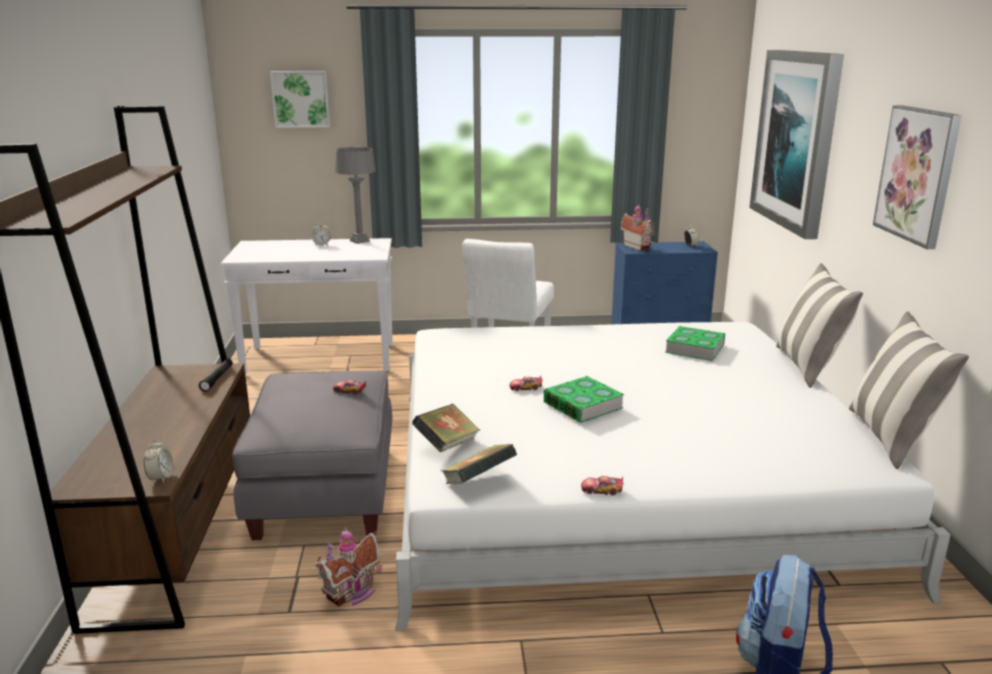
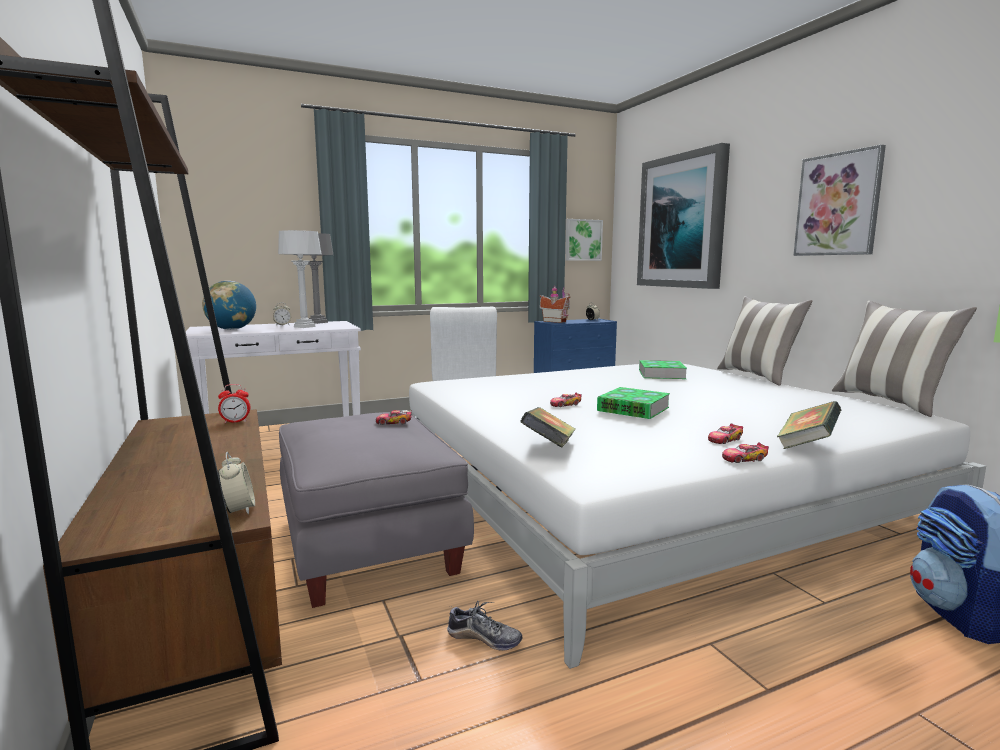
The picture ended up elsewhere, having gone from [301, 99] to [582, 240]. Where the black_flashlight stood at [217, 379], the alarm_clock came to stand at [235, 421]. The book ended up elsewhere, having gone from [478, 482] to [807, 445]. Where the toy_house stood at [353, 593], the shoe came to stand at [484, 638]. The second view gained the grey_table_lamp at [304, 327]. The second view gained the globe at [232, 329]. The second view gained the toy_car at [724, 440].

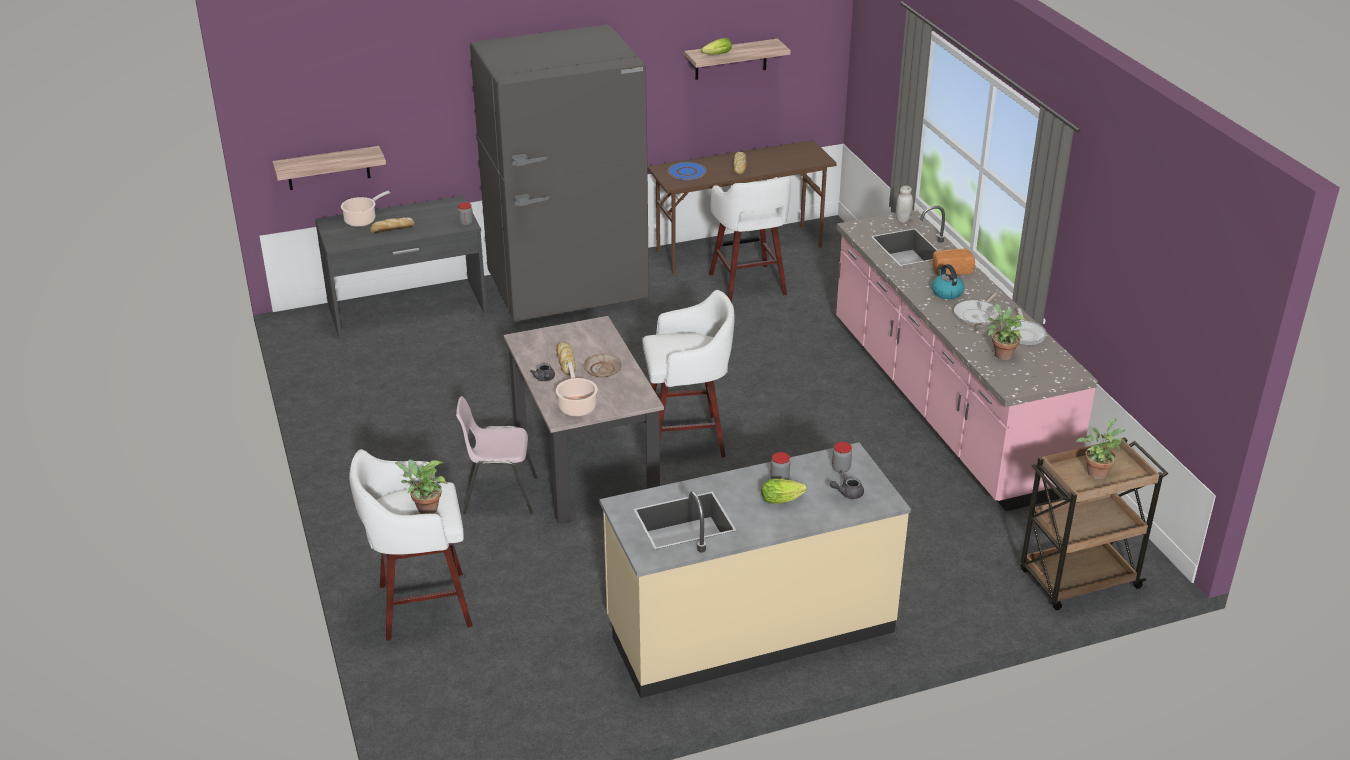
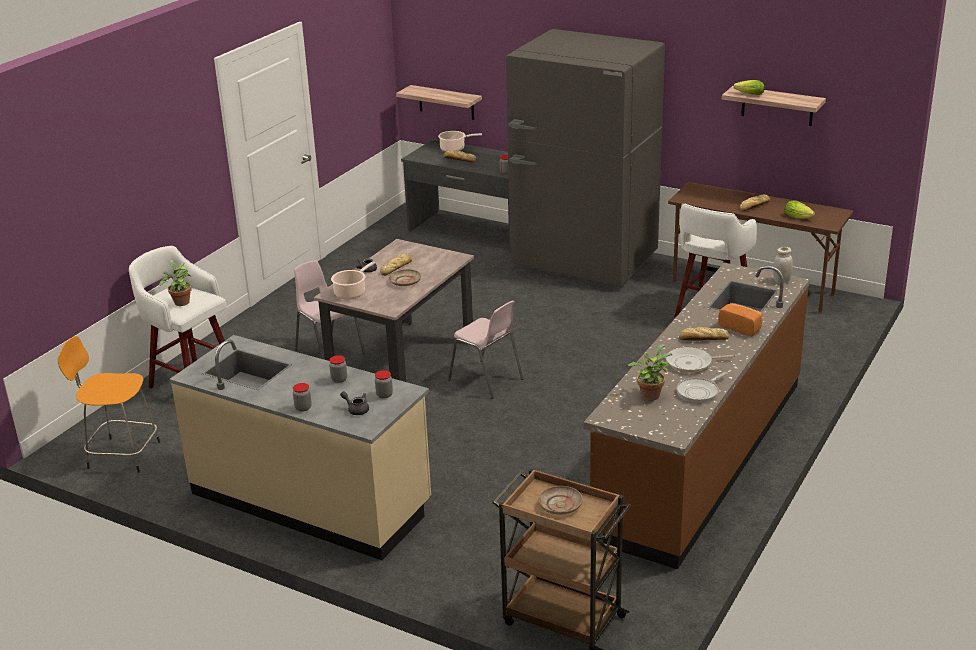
The second view lost the blue_plate at [687, 172]. What was the pink_counter at [943, 405] turned into the brown_counter at [700, 456]. Where the kettle stood at [946, 292], the bread came to stand at [702, 339]. Where the white_stool stood at [687, 438], the pink_chair came to stand at [486, 380]. Where the potted_plant stood at [1097, 472], the beige_plate came to stand at [560, 505]. The lettuce ended up elsewhere, having gone from [784, 499] to [799, 217]. The second view gained the orange_stool at [121, 454]. The second view gained the jar at [303, 408].

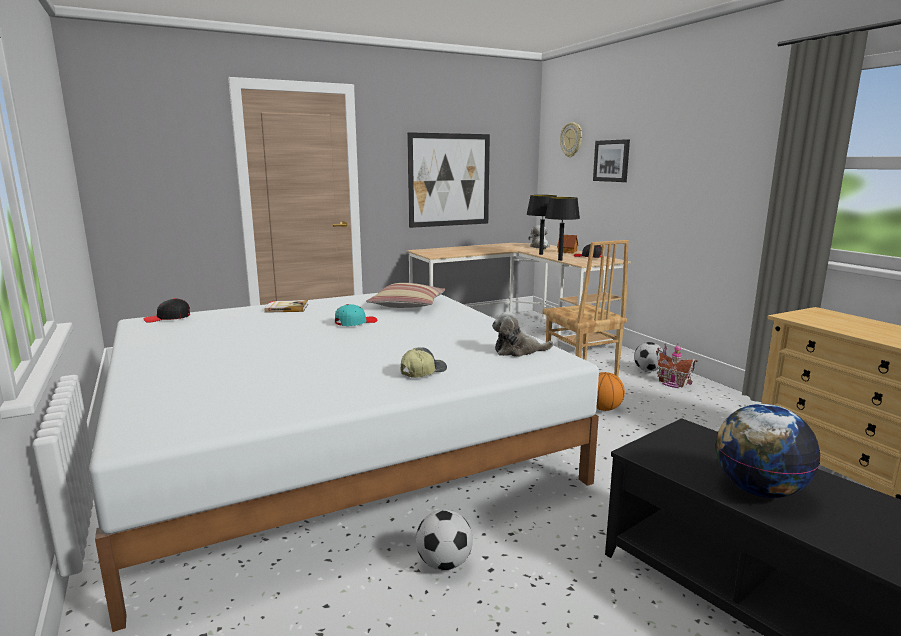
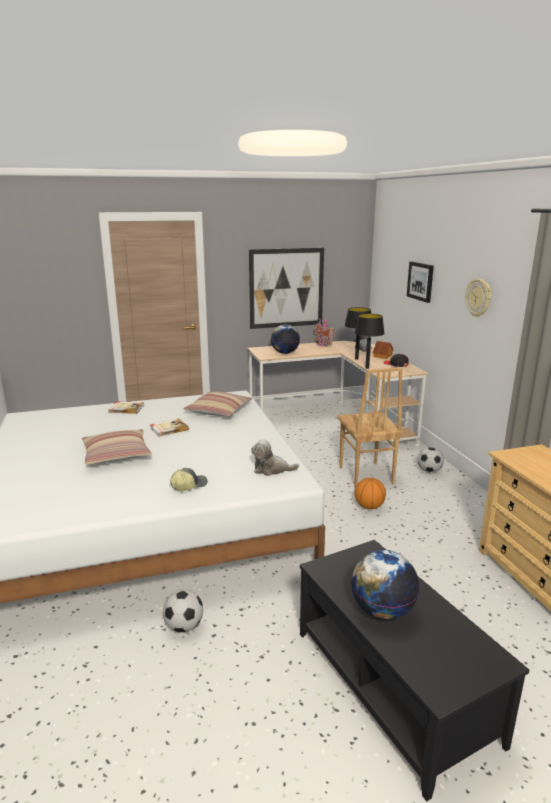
The wall_clock ended up elsewhere, having gone from [571, 139] to [479, 297]. The second view lost the black_cap at [168, 318]. Where the turquoise_cap stood at [355, 322], the book came to stand at [168, 429]. The toy_house ended up elsewhere, having gone from [672, 384] to [323, 344]. The second view gained the globe at [285, 353]. The second view gained the pillow at [116, 454].

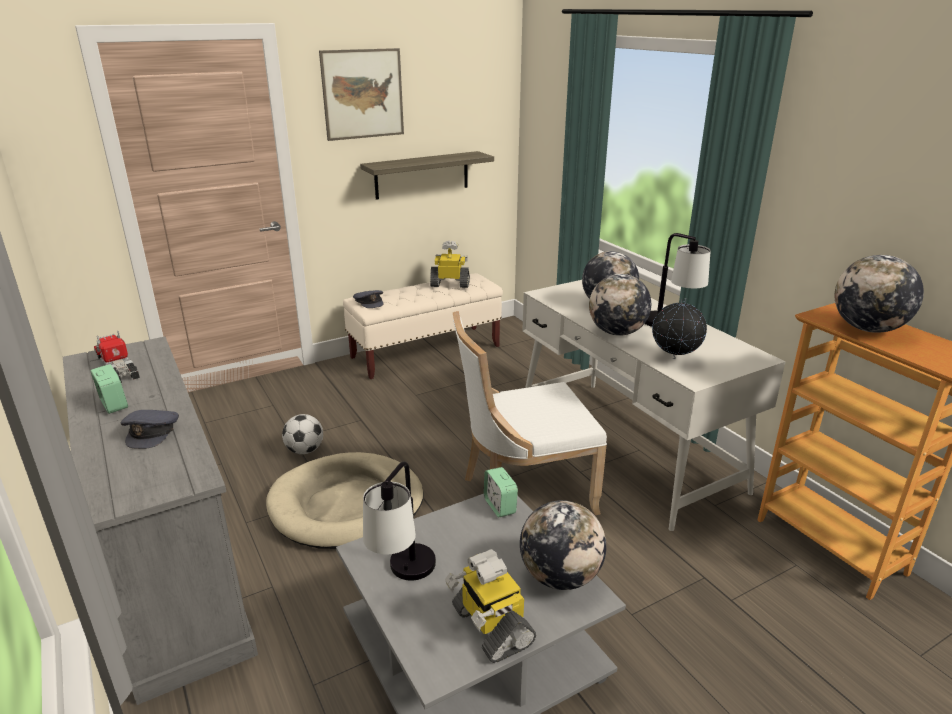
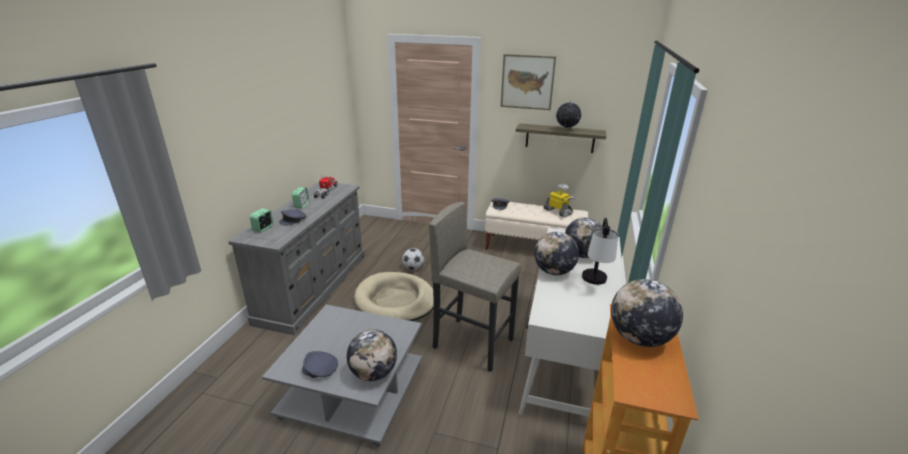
The globe ended up elsewhere, having gone from [675, 359] to [566, 130]. Where the white_chair stood at [522, 493], the grey_stool came to stand at [473, 343]. The second view lost the table_lamp at [404, 580]. The alarm_clock ended up elsewhere, having gone from [500, 506] to [263, 228]. Where the toy_robot stood at [490, 626], the grey_cap came to stand at [320, 370].

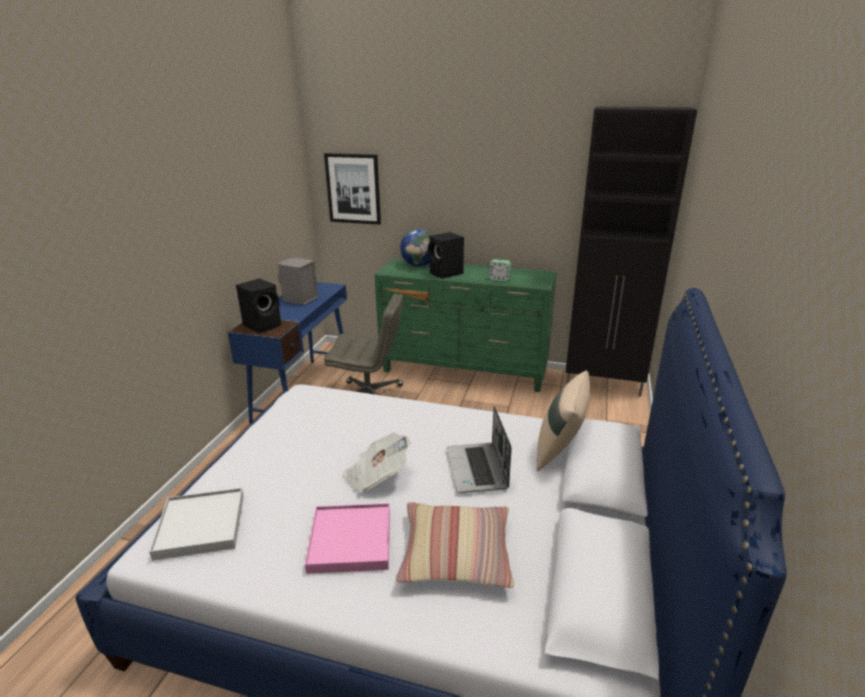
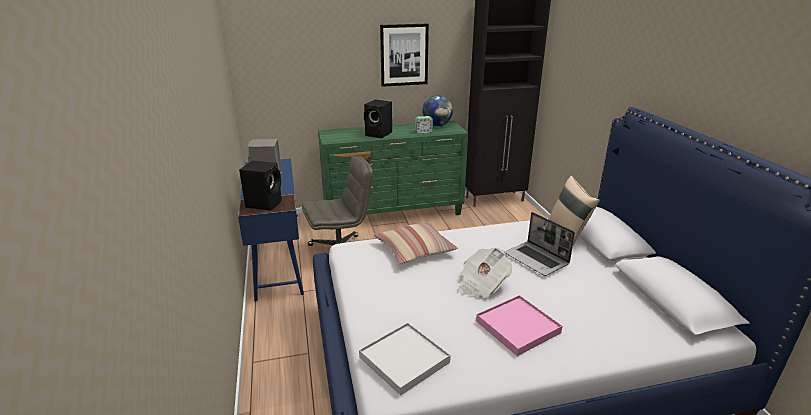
The picture ended up elsewhere, having gone from [353, 189] to [404, 55]. The globe ended up elsewhere, having gone from [419, 265] to [437, 125]. The pillow ended up elsewhere, having gone from [456, 554] to [415, 249].

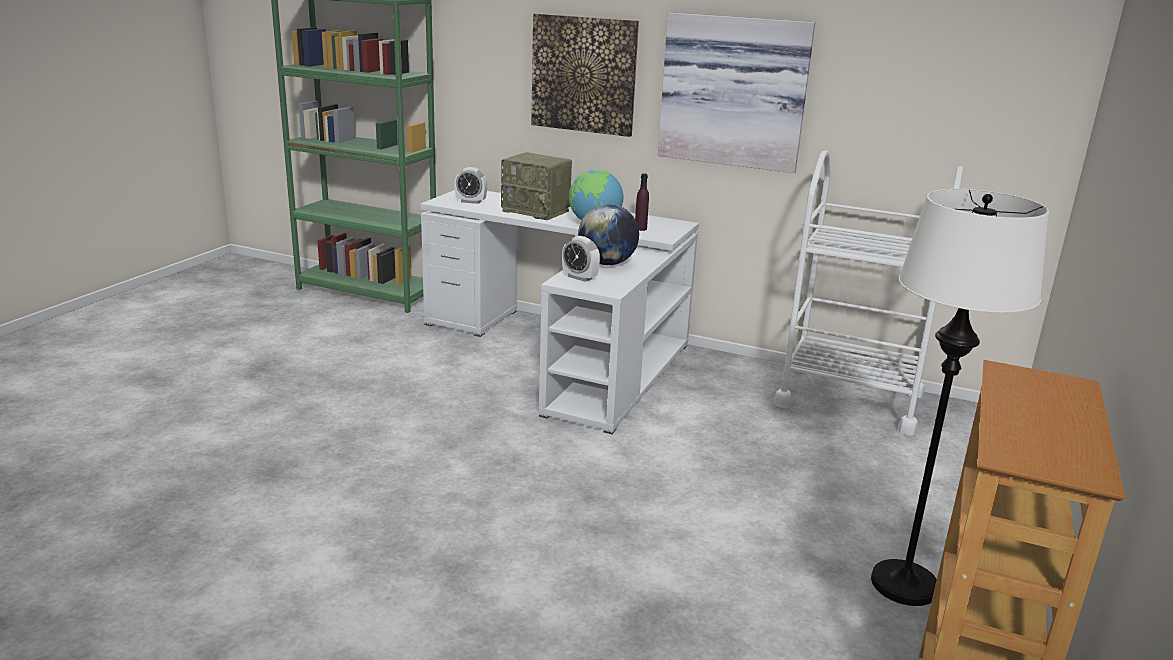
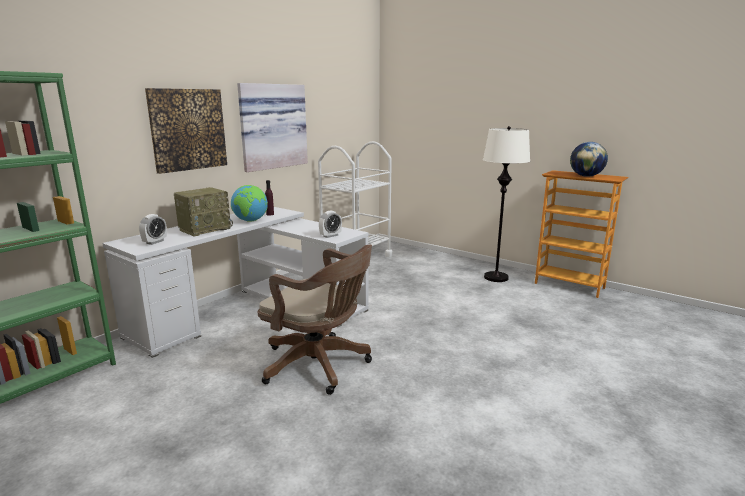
The globe ended up elsewhere, having gone from [607, 263] to [586, 176]. The second view gained the brown_office_chair at [320, 365].

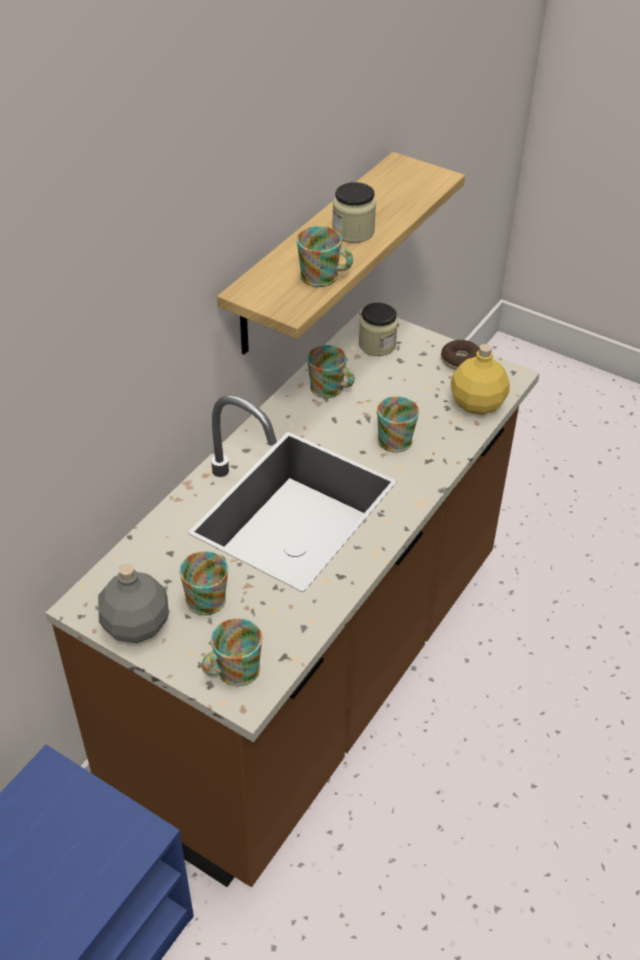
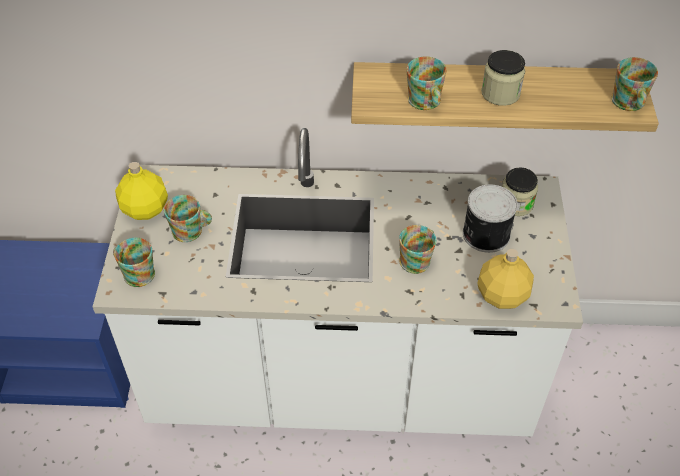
What was the brown_counter at [317, 679] turned into the white_counter at [340, 384]. The second view lost the donut at [460, 361]. The mug ended up elsewhere, having gone from [330, 389] to [628, 104]. What was the grey_bottle at [136, 626] turned into the yellow_bottle at [144, 209]. The second view gained the can at [484, 234].

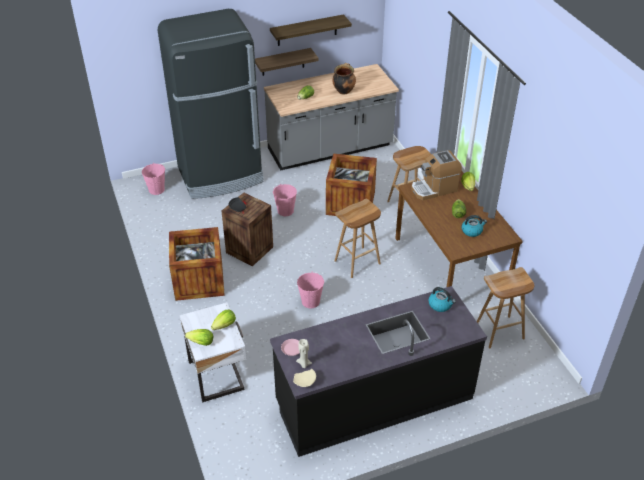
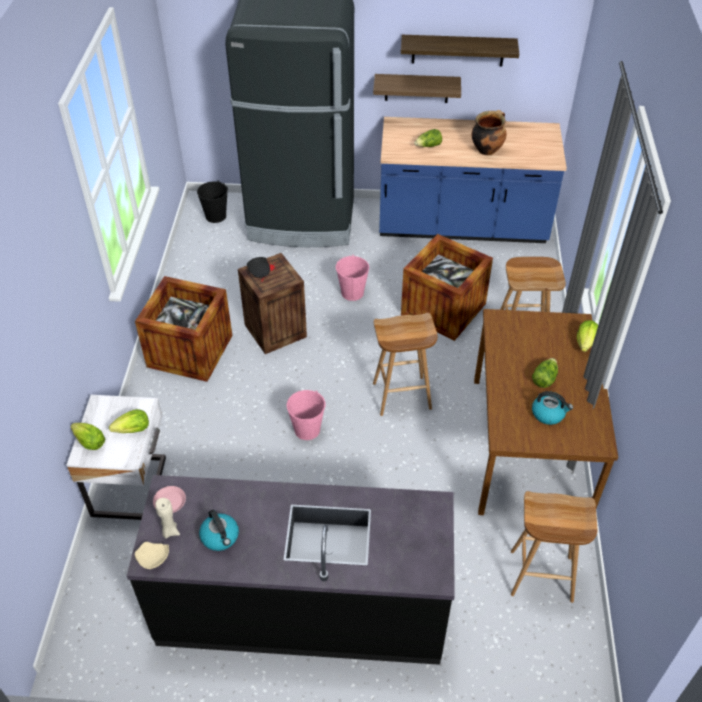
What was the grey_counter at [330, 149] turned into the blue_counter at [462, 226]. The second view lost the coffee_machine at [434, 189]. What was the pink_bucket at [156, 190] turned into the black_bucket at [215, 216]. The kettle ended up elsewhere, having gone from [440, 305] to [220, 537].

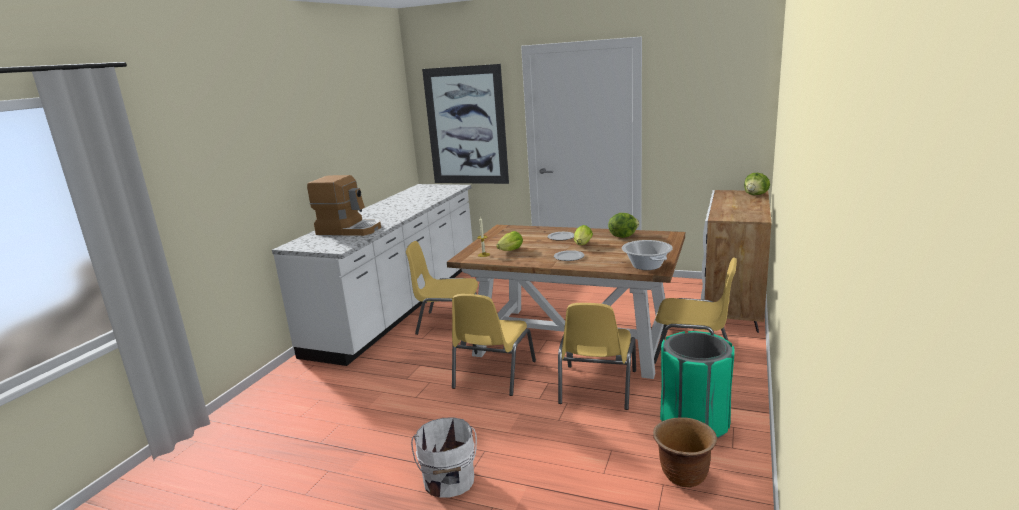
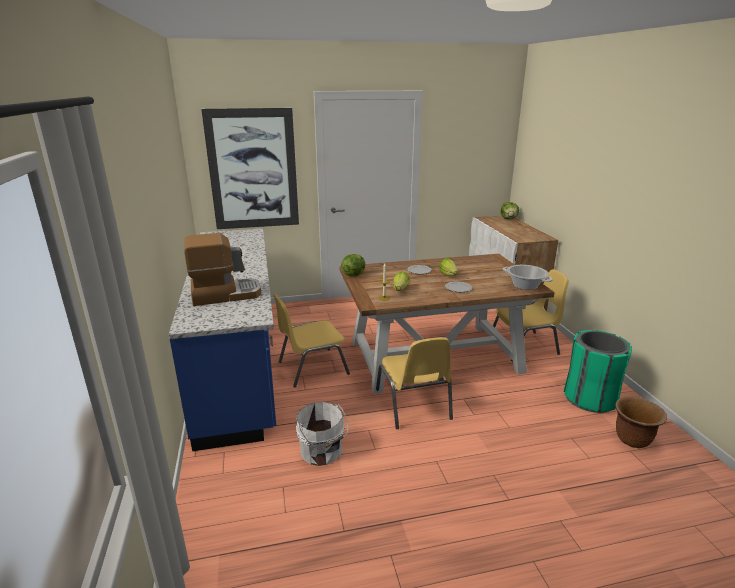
What was the white_counter at [400, 306] turned into the blue_counter at [240, 362]. The lettuce ended up elsewhere, having gone from [623, 236] to [353, 275]. The second view lost the yellow_chair at [596, 387]. The white_bucket ended up elsewhere, having gone from [449, 481] to [322, 452].

